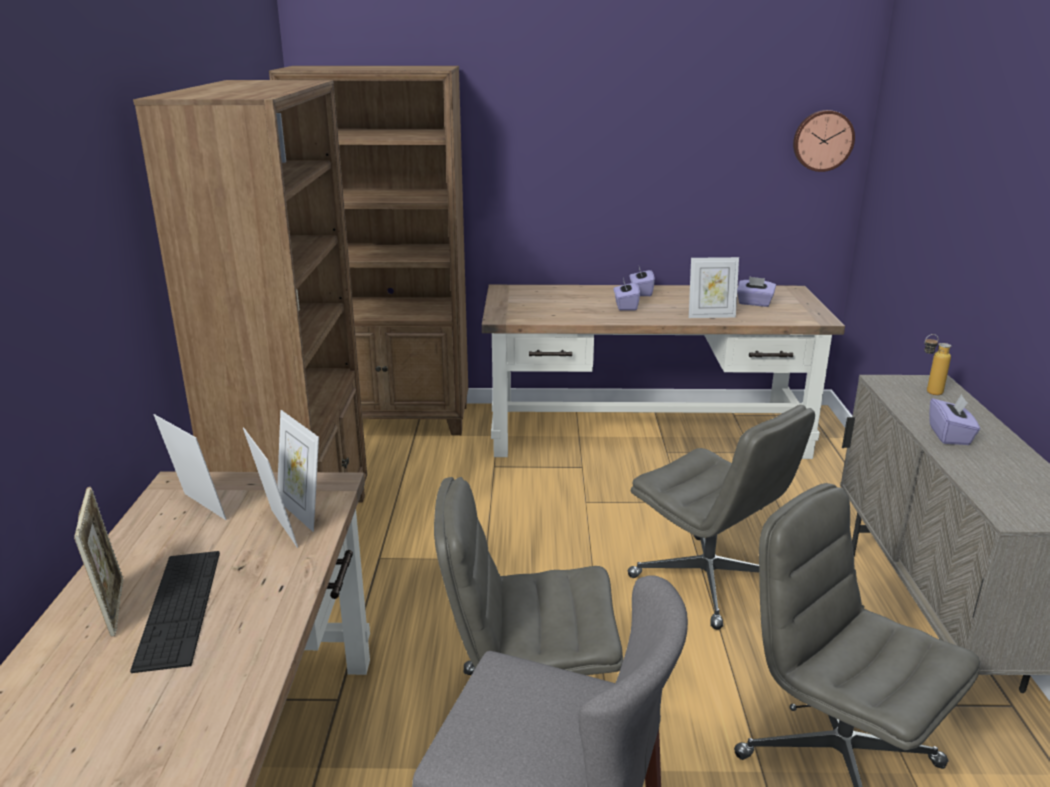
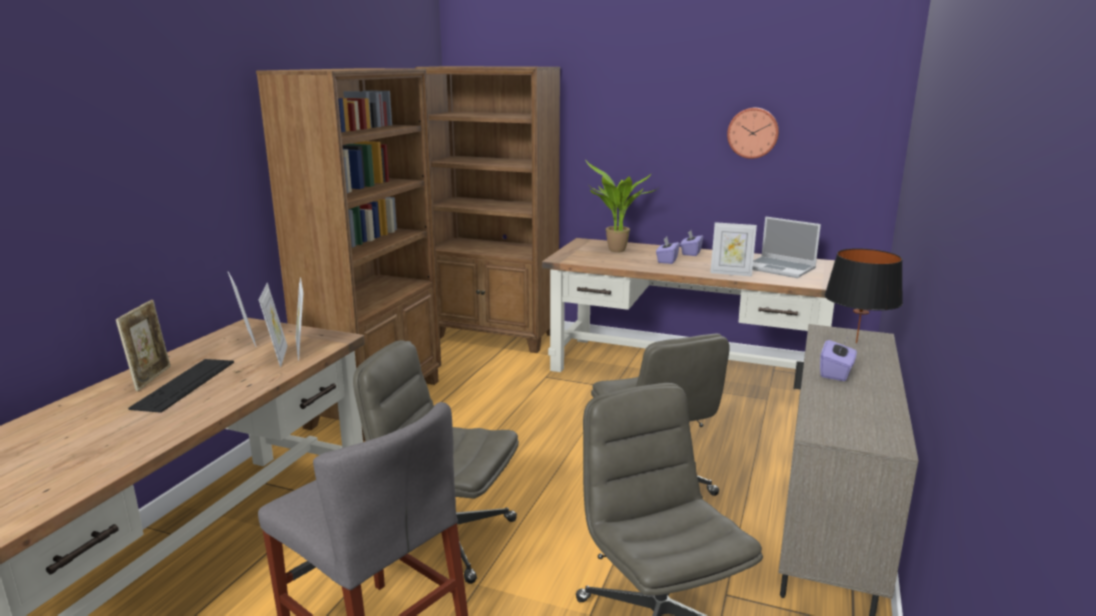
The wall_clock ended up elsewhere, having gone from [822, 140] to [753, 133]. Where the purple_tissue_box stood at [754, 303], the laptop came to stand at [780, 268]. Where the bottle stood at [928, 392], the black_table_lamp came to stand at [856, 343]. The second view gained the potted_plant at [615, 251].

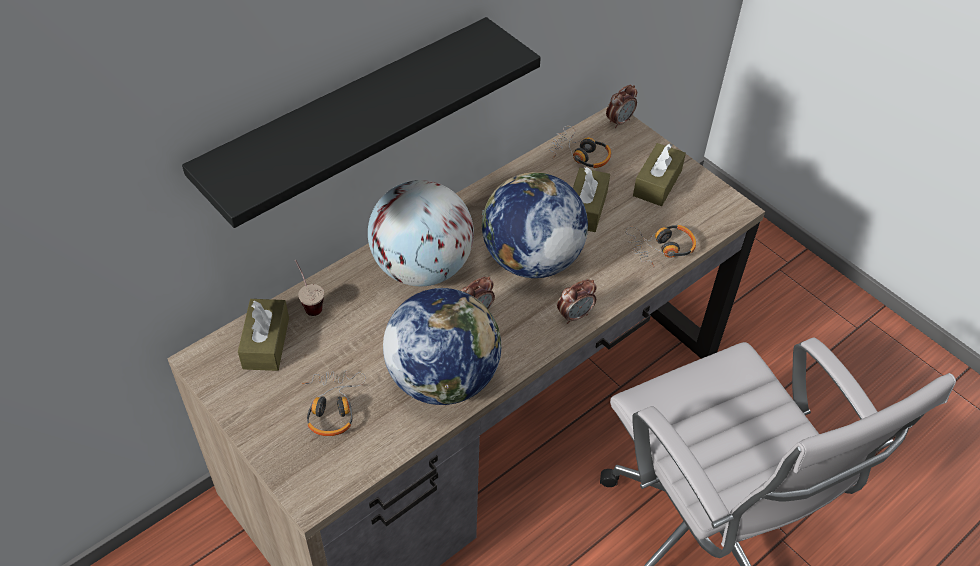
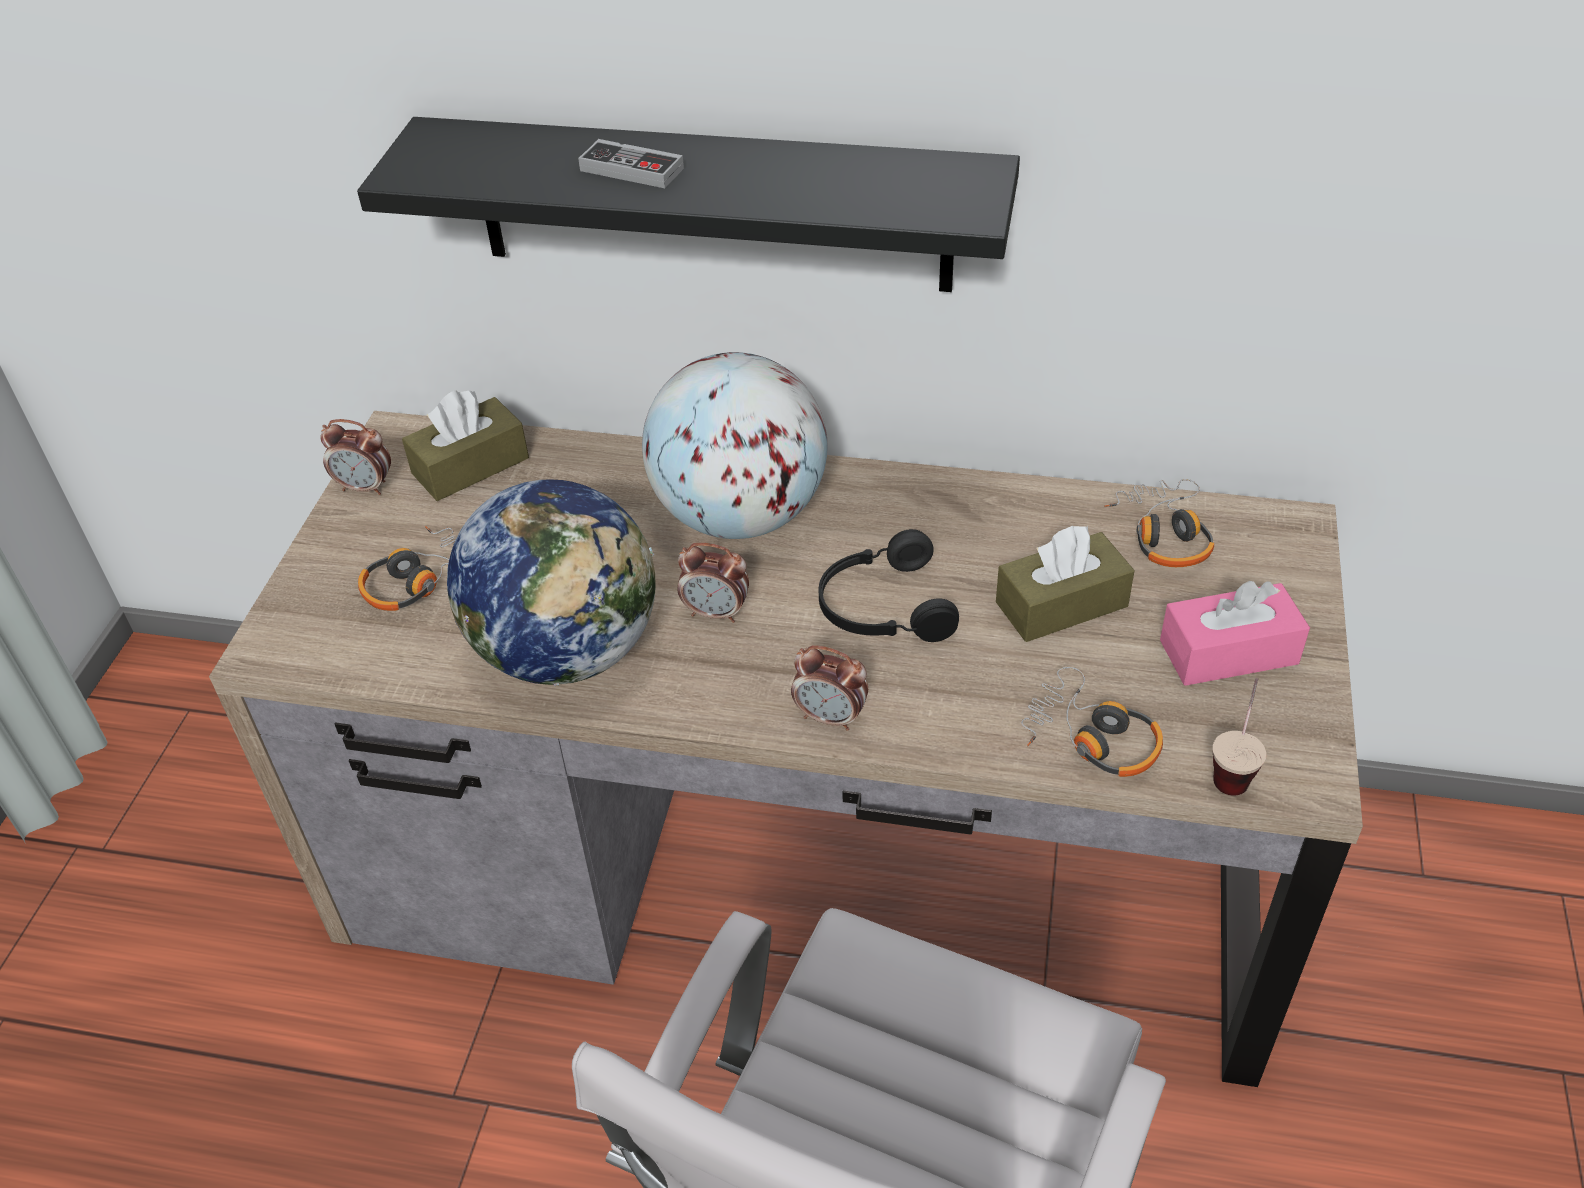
The alarm_clock ended up elsewhere, having gone from [619, 121] to [366, 487]. What was the brown_tissue_box at [657, 183] turned into the pink_tissue_box at [1228, 652]. Where the globe stood at [530, 260], the black_headphones came to stand at [882, 608]. The cup ended up elsewhere, having gone from [309, 302] to [1234, 767]. The second view gained the game_controller at [632, 169].

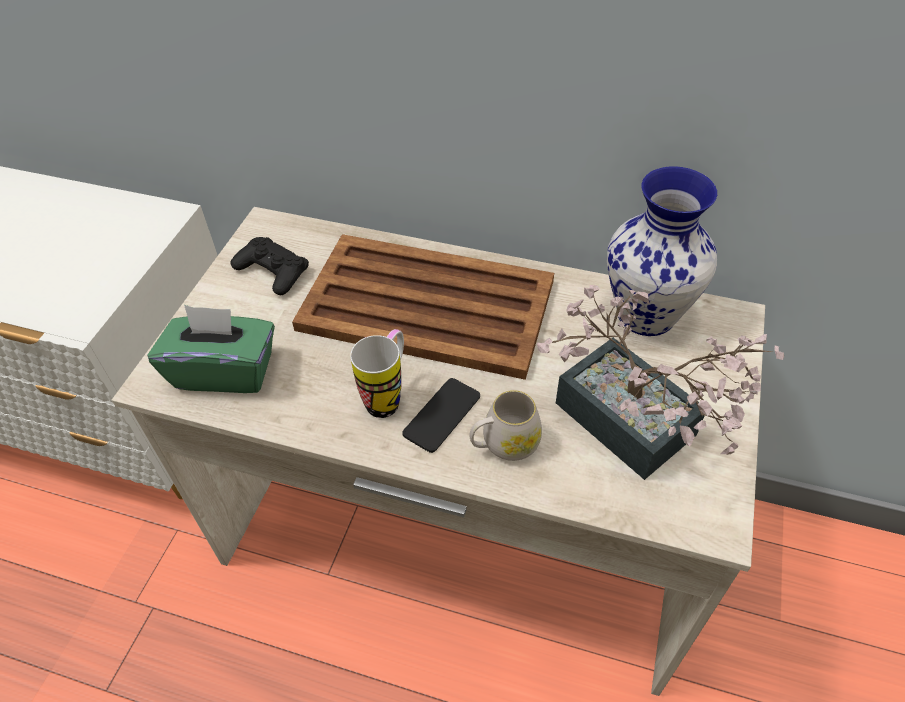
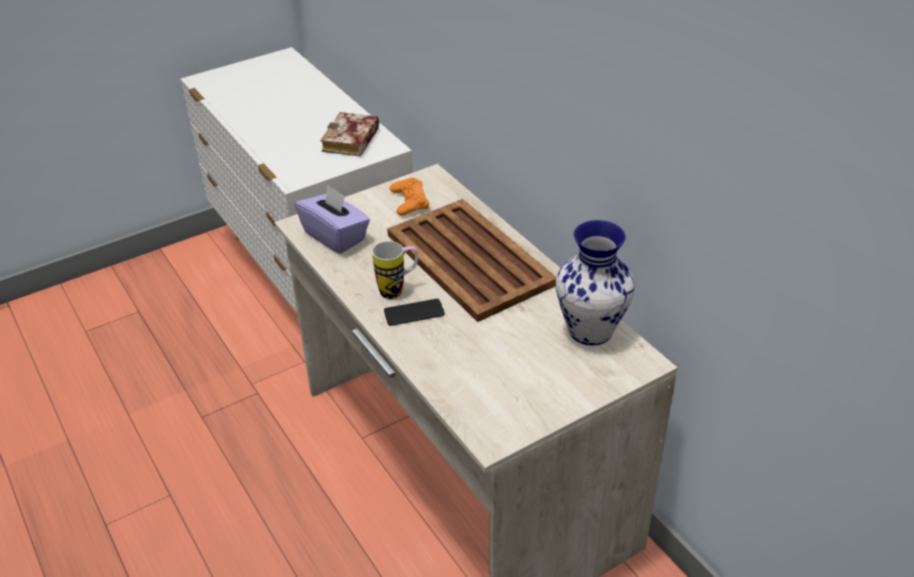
What was the black_game_controller at [272, 271] turned into the orange_game_controller at [409, 201]. The second view lost the potted_plant at [636, 430]. What was the green_tissue_box at [225, 371] turned into the purple_tissue_box at [335, 236]. The second view lost the white_mug at [504, 444]. The second view gained the book at [352, 142].

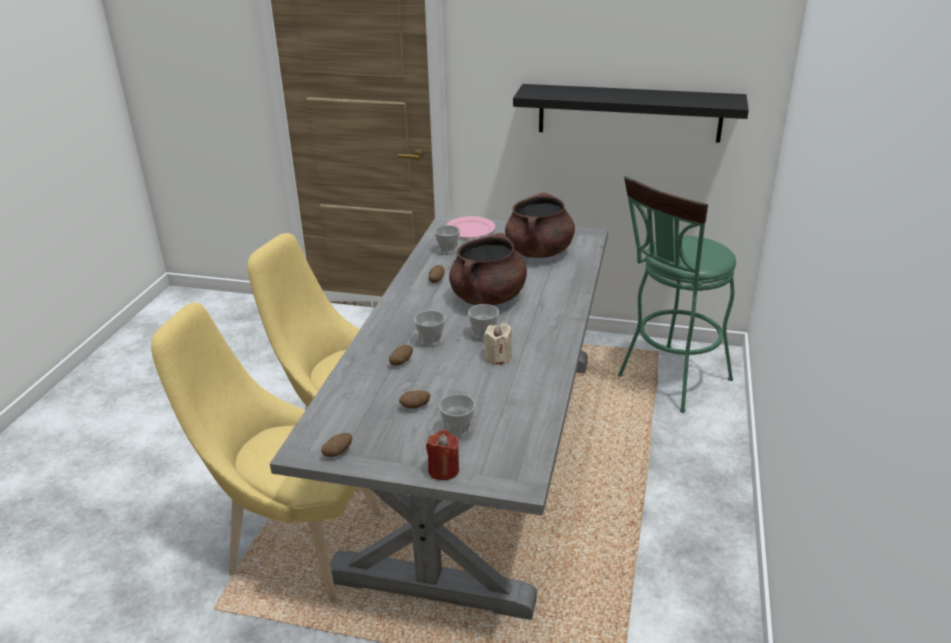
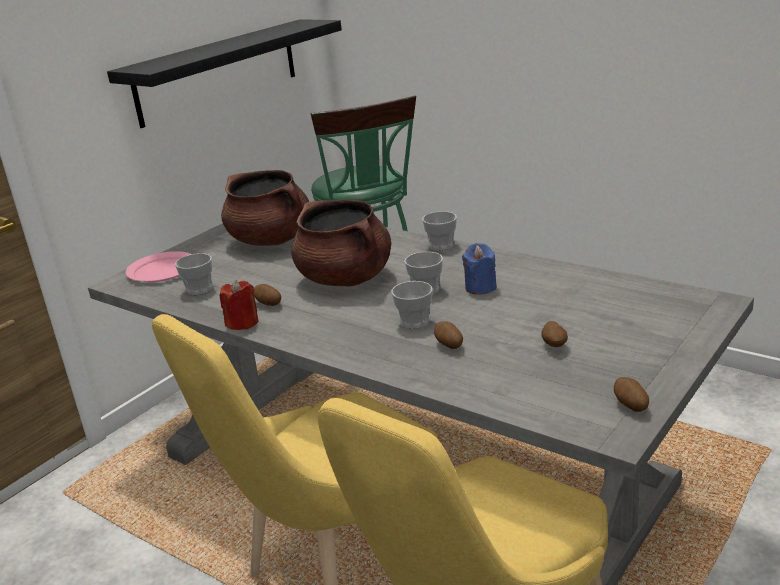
What was the beige_candle at [498, 357] turned into the blue_candle at [480, 287]. The cup ended up elsewhere, having gone from [458, 430] to [441, 246]. The red_candle ended up elsewhere, having gone from [443, 470] to [242, 323].

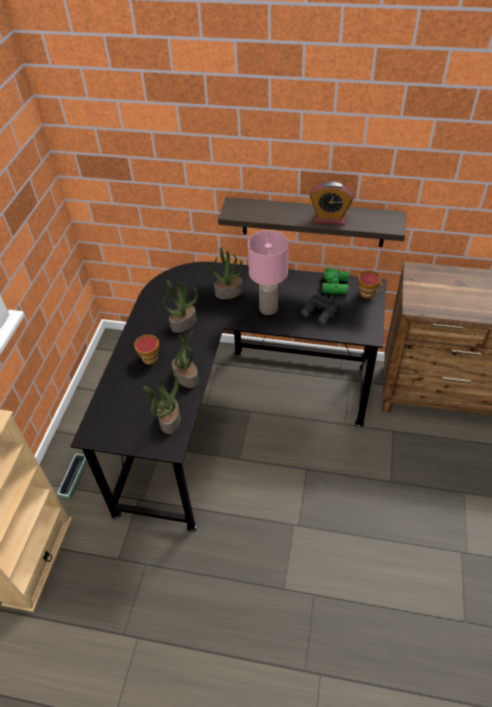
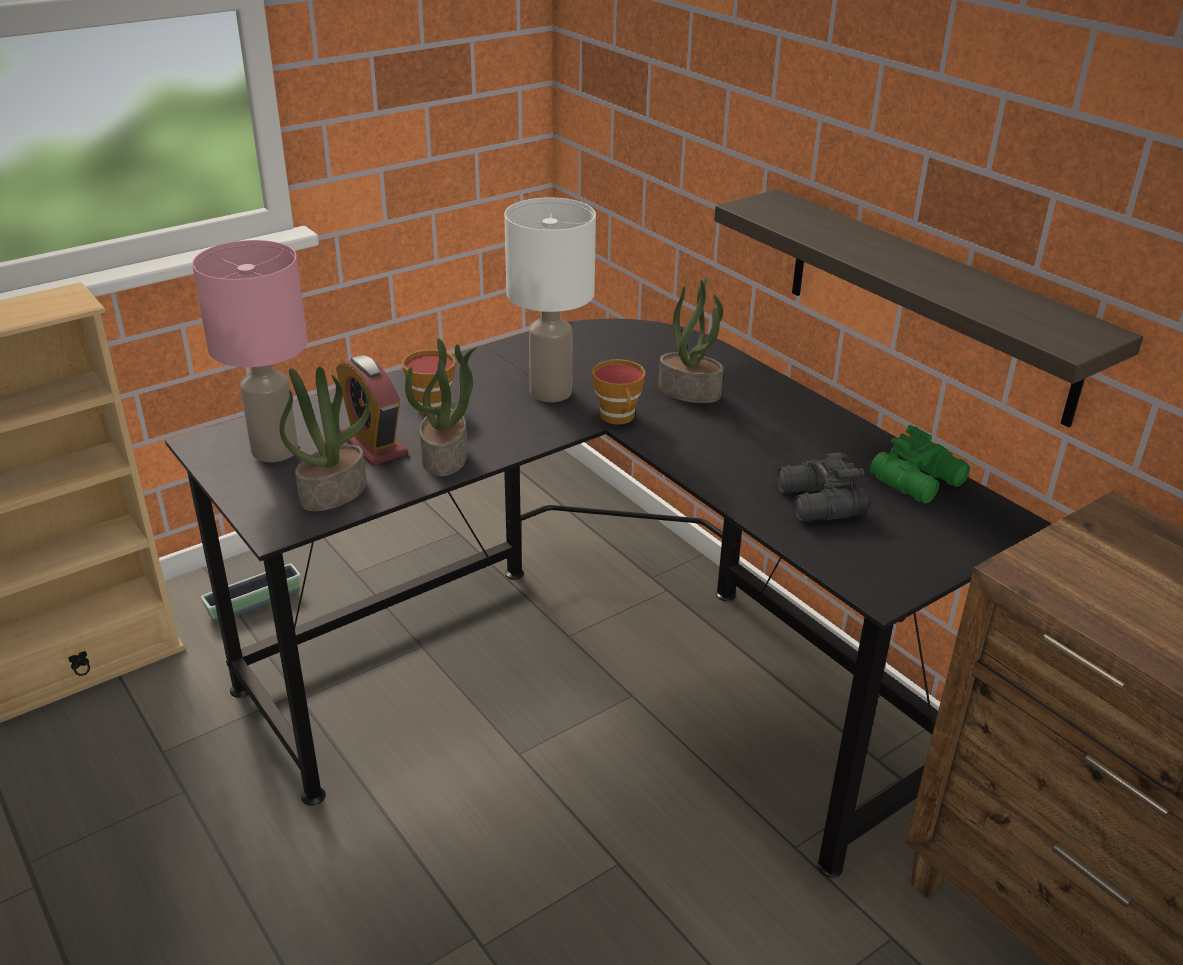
The alarm_clock ended up elsewhere, having gone from [329, 219] to [373, 444]. The pink_table_lamp ended up elsewhere, having gone from [269, 308] to [275, 451]. The cup ended up elsewhere, having gone from [369, 294] to [619, 418]. Where the potted_plant stood at [183, 323], the white_table_lamp came to stand at [551, 391].

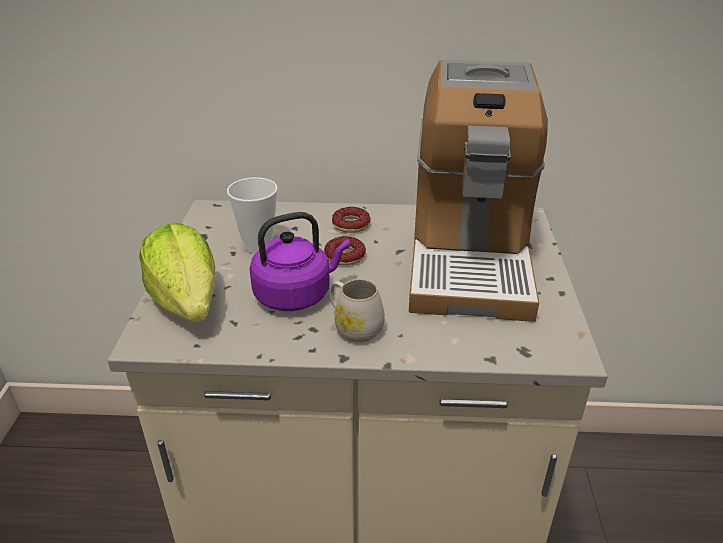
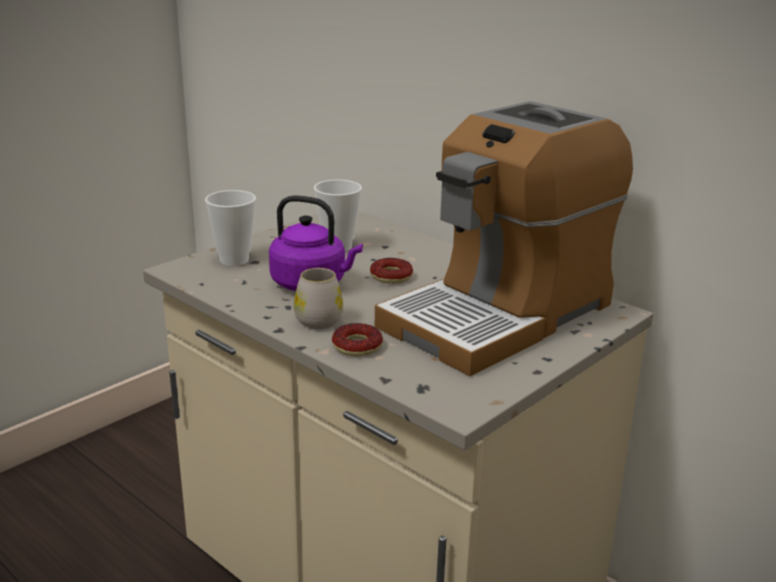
The donut ended up elsewhere, having gone from [351, 224] to [357, 346]. Where the lettuce stood at [187, 302], the cup came to stand at [234, 260].

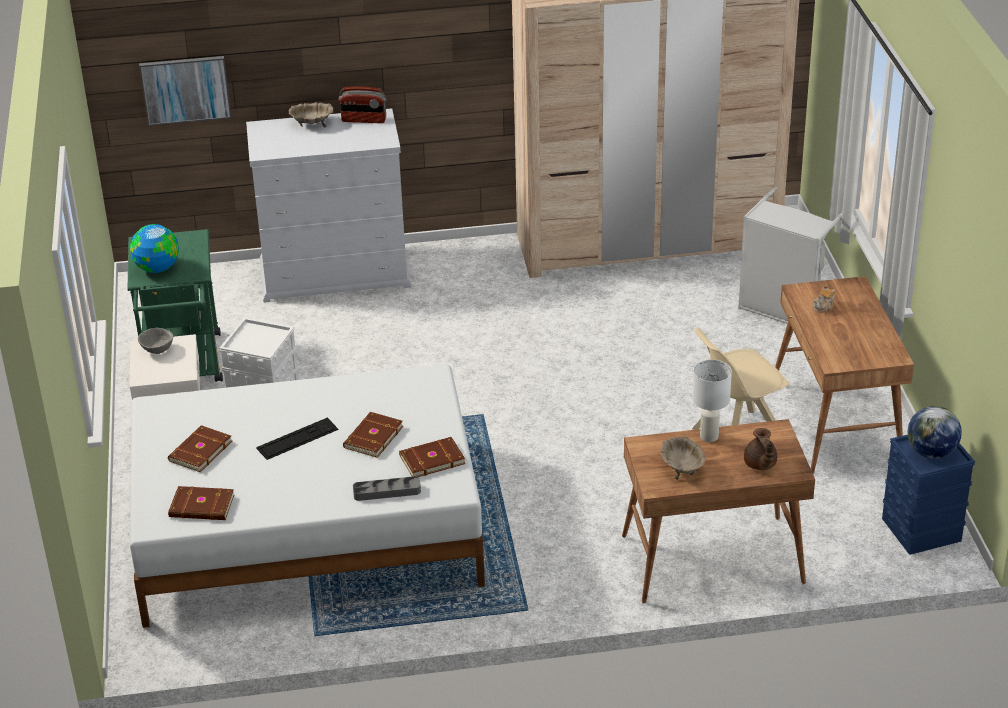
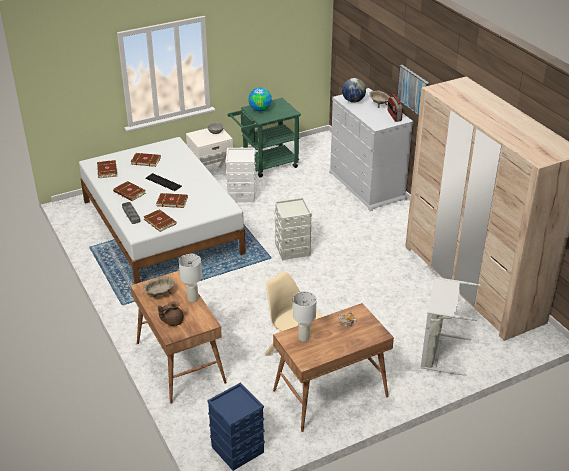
The picture ended up elsewhere, having gone from [185, 89] to [413, 91]. The globe ended up elsewhere, having gone from [931, 453] to [353, 101]. The second view gained the brown_book at [129, 193]. The second view gained the grey_storage_box at [292, 249]. The second view gained the white_table_lamp at [304, 338].

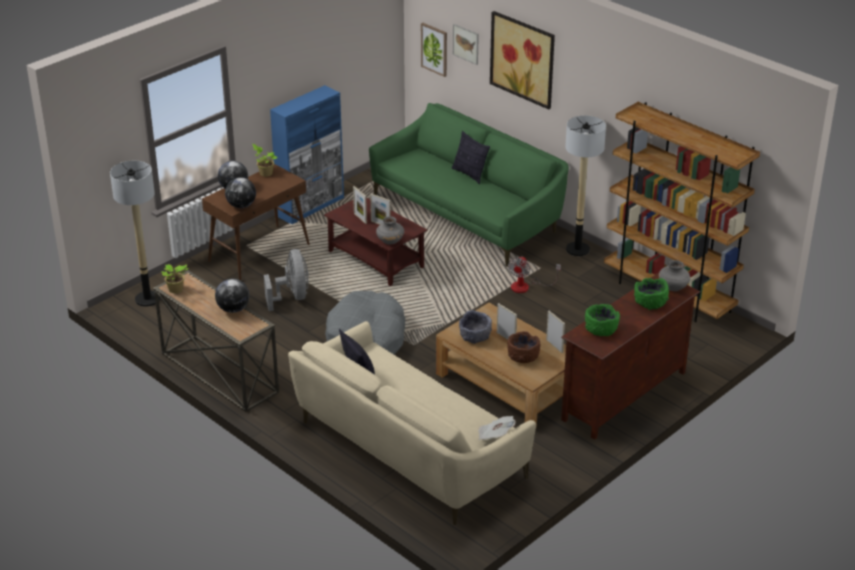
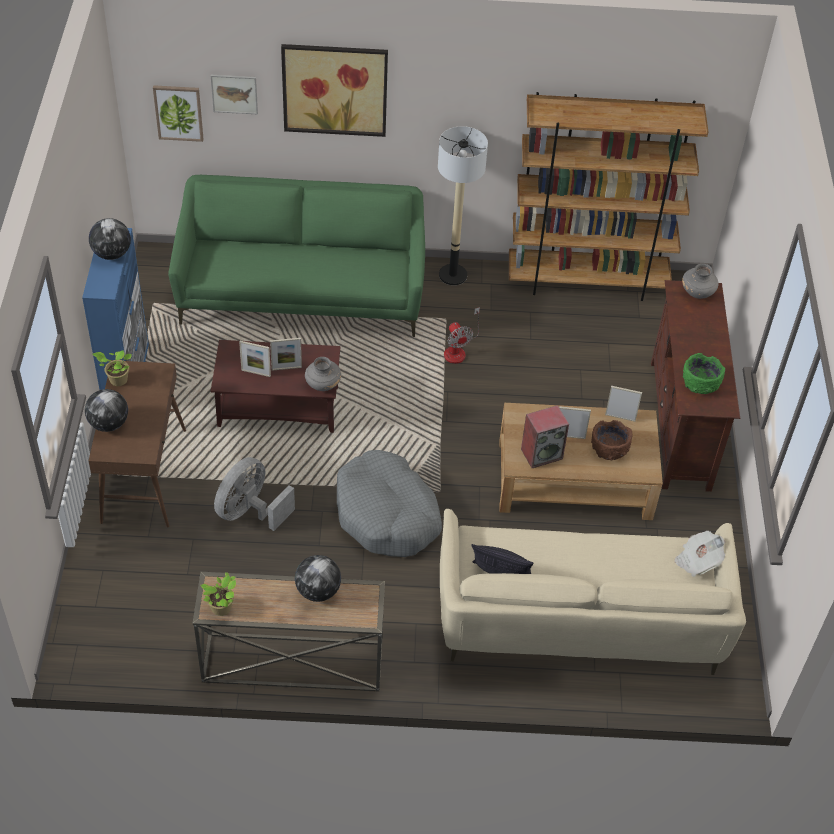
The second view lost the pillow at [470, 174]. The second view lost the floor_lamp at [147, 299]. The globe ended up elsewhere, having gone from [241, 205] to [112, 253]. The grey_fan at [292, 297] ended up facing another way, 90 degrees counterclockwise from before. The second view lost the green_bowl at [650, 303]. Where the grey_bowl stood at [475, 336], the speaker came to stand at [542, 453].

